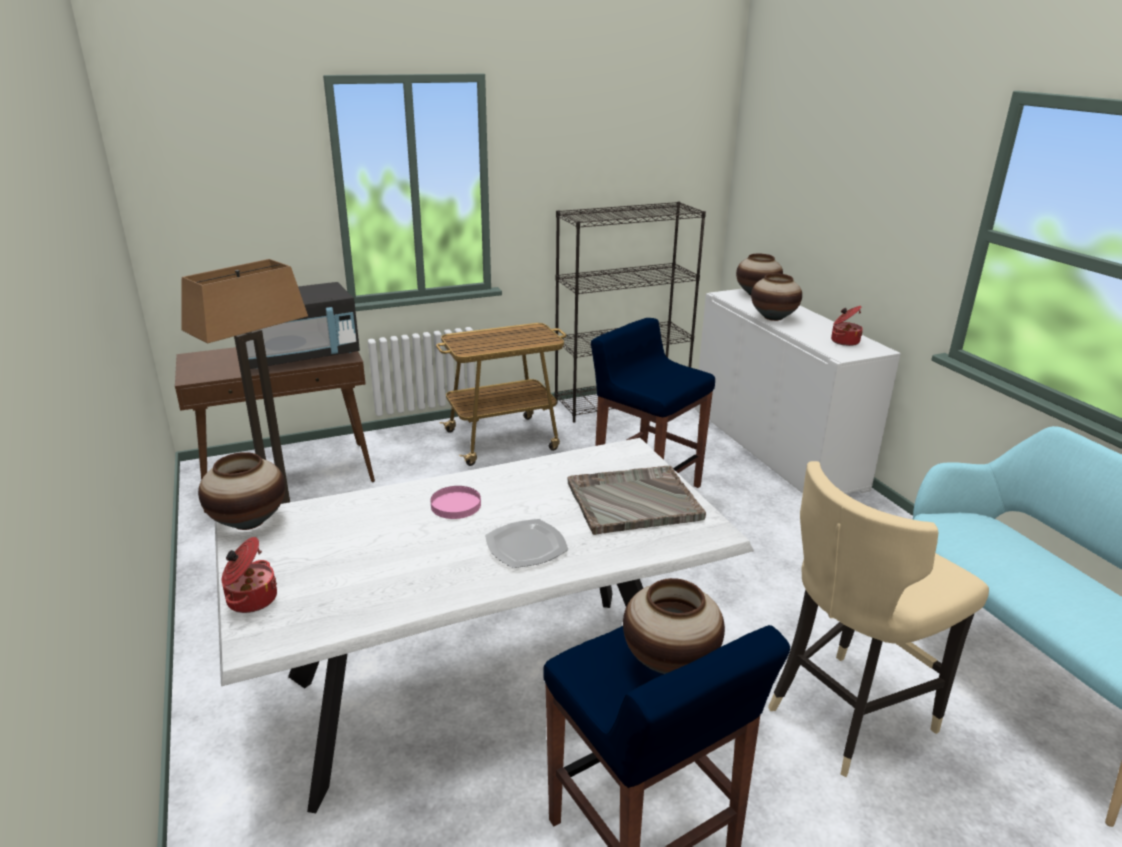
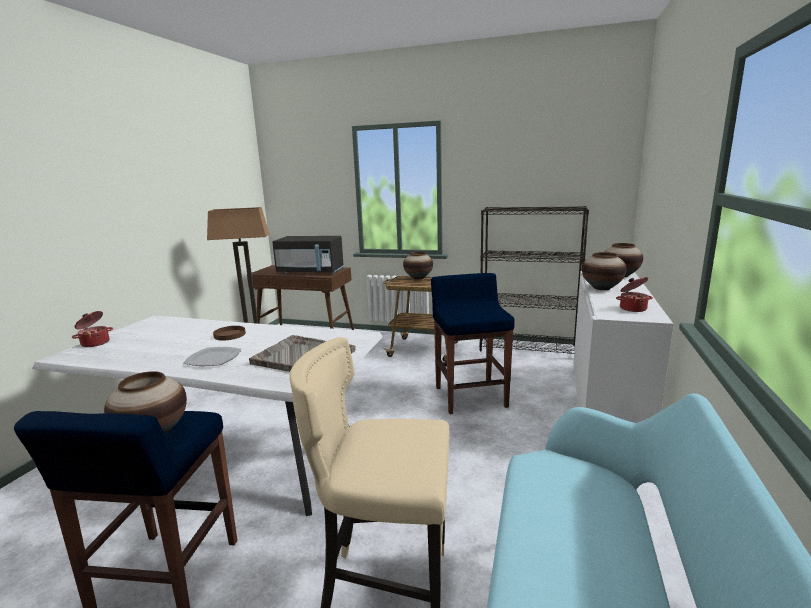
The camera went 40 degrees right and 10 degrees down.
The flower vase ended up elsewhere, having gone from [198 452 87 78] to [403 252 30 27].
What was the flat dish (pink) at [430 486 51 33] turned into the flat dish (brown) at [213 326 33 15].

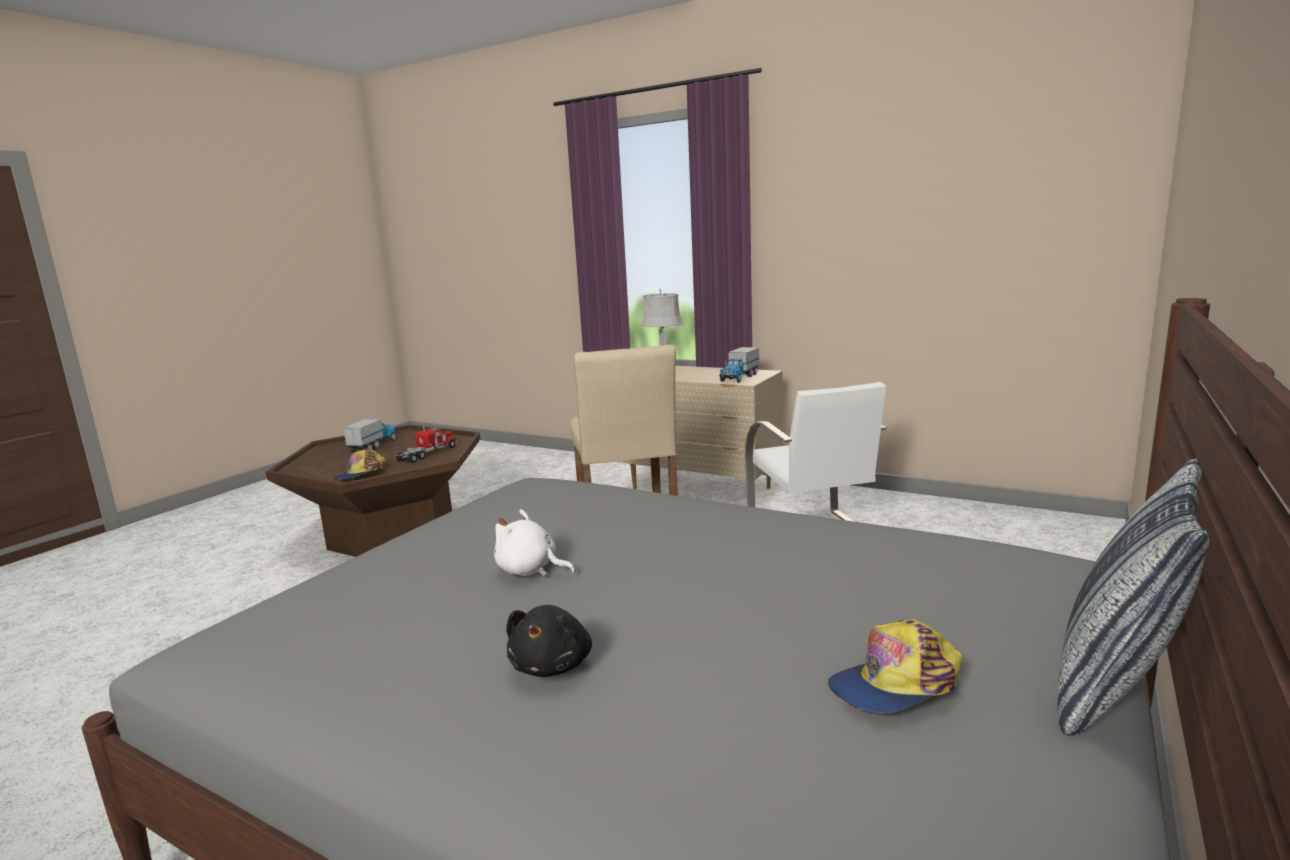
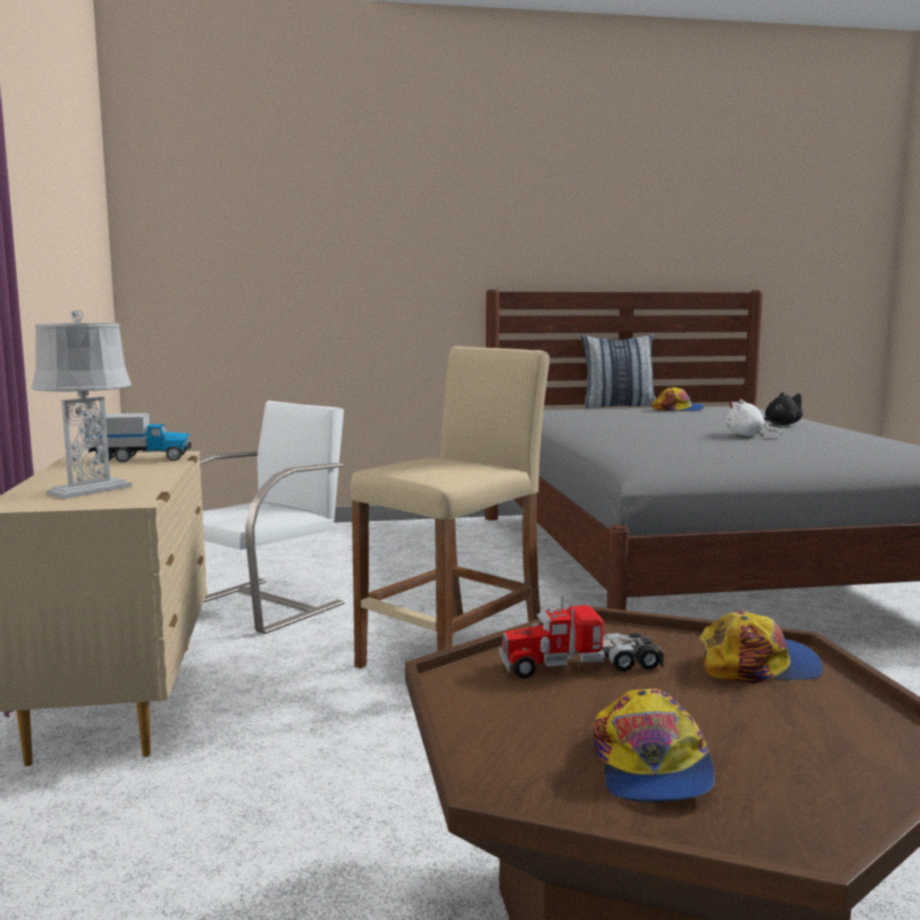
The camera went 130 degrees left and 5 degrees down.
Where the model truck stood at [343 419 53 33], the baseball cap came to stand at [593 689 122 113].
The cuddly toy (white) at [494 509 81 68] ended up facing another way, 135 degrees clockwise from before.

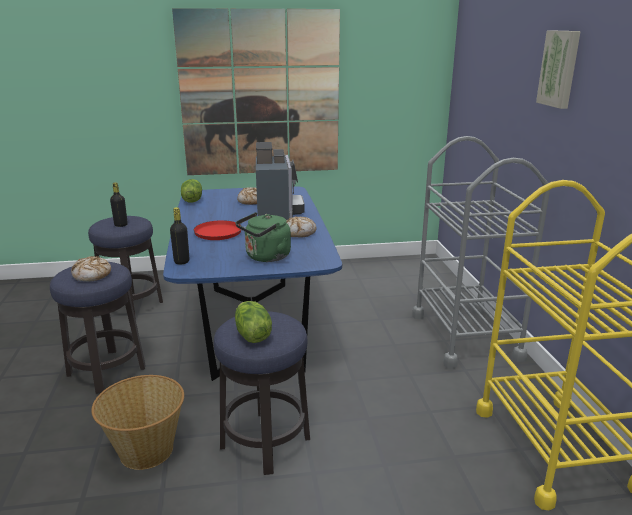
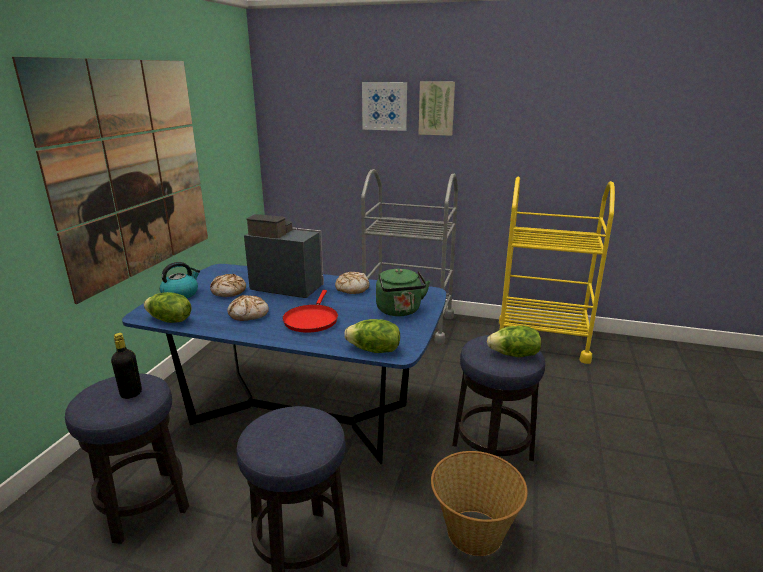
The camera went 65 degrees left and 0 degrees up.
The second view gained the water kettle at [160 262 40 36].
The second view gained the picture at [362 82 45 49].
The baked bread ended up elsewhere, having gone from [71 256 40 26] to [227 295 42 26].
Where the beverage bottle (blackish) stood at [170 207 20 57], the lettuce came to stand at [344 319 56 34].

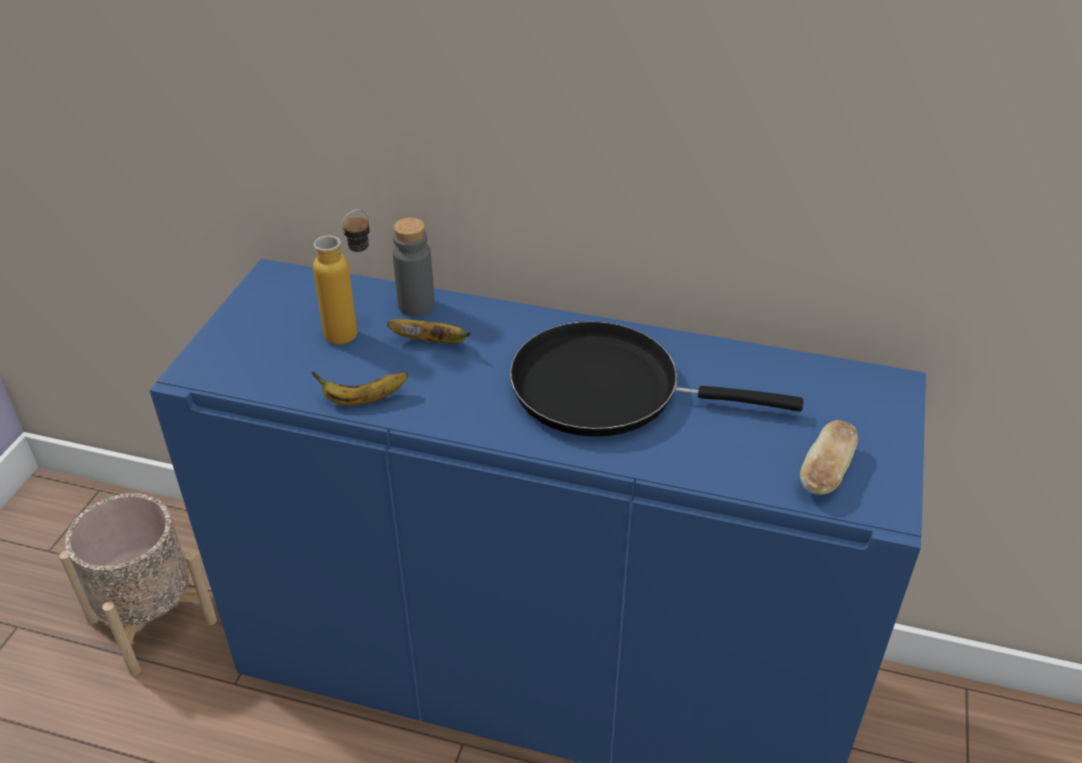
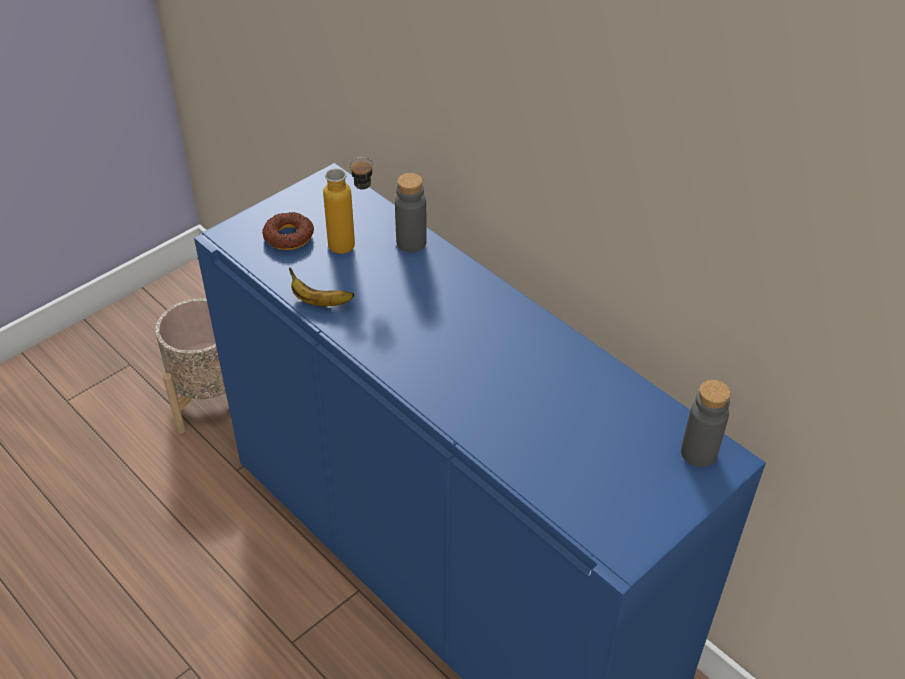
The camera went 30 degrees right and 5 degrees up.
The second view lost the whole banana at [387 319 83 24].
The second view lost the skillet (blackish) at [510 321 293 116].
The second view lost the baked bread at [800 420 58 75].
The second view gained the ring doughnut at [262 212 52 38].
The second view gained the beverage bottle (gray) at [681 380 50 87].

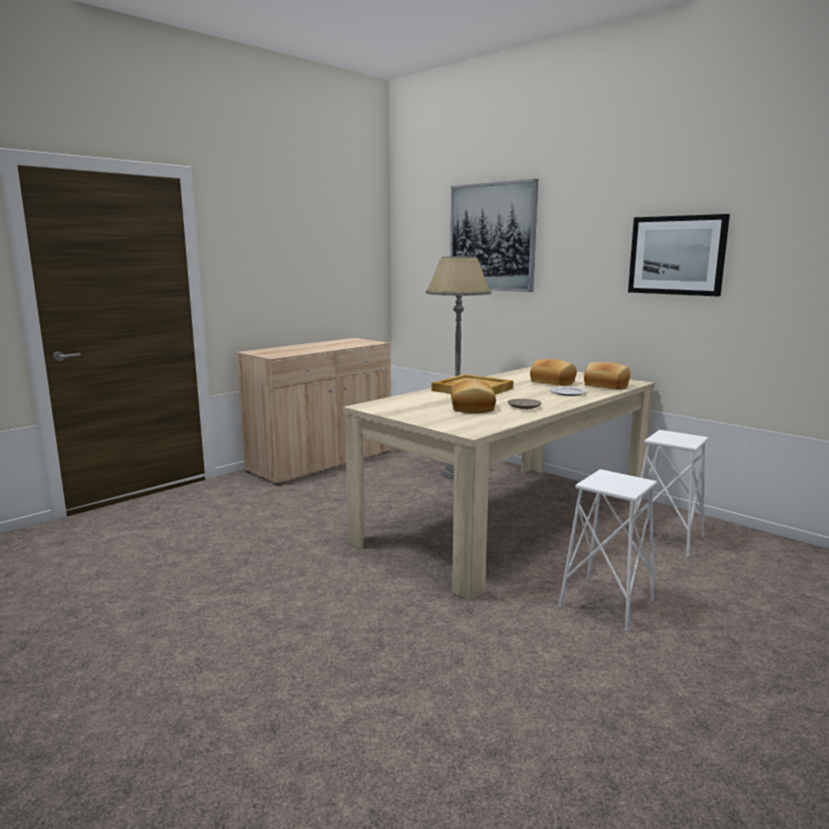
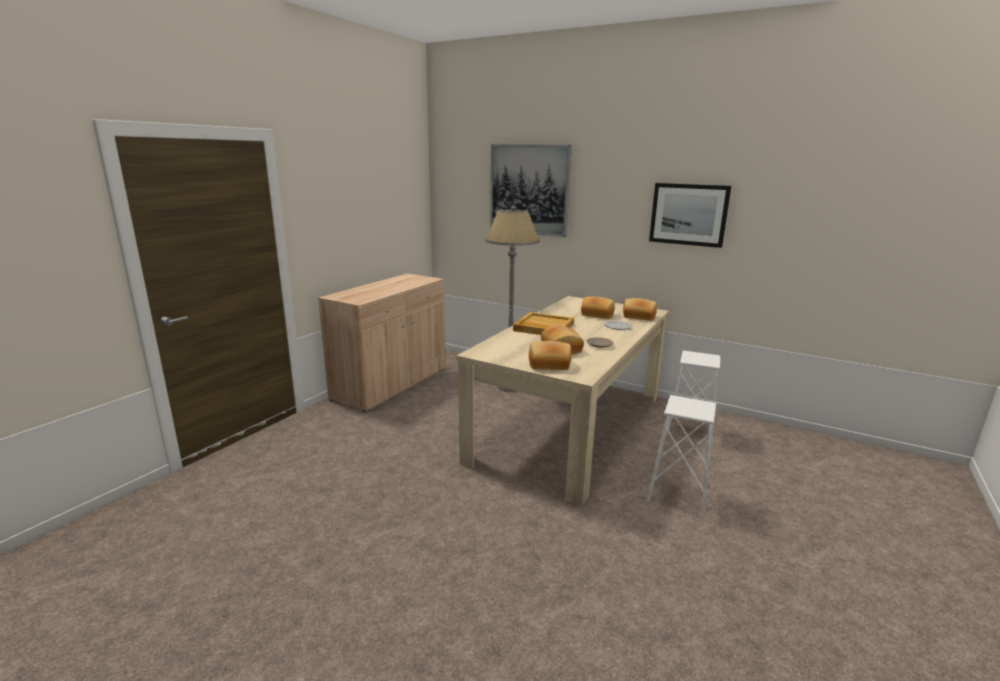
The camera went 15 degrees left and 5 degrees up.
The second view gained the baked bread at [529 341 43 29].

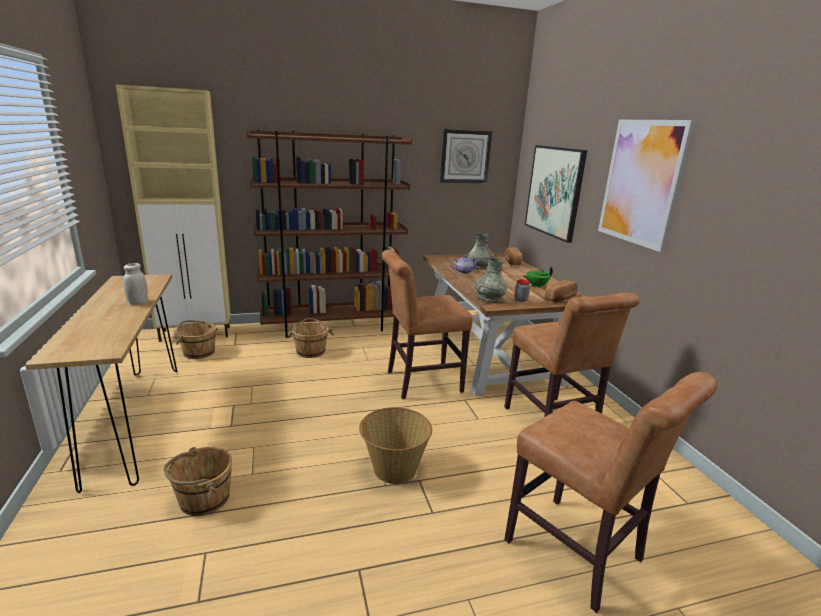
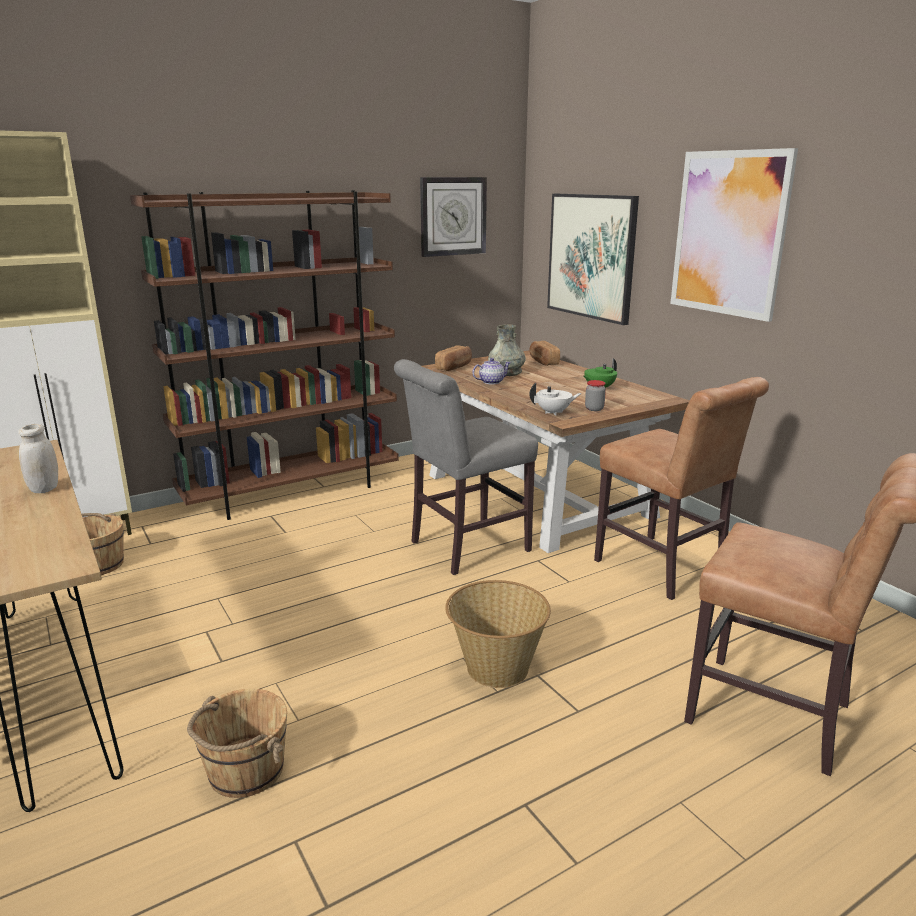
The camera went 15 degrees left and 0 degrees up.
The second view lost the water bucket (brown) at [287 318 47 40].
The baked bread ended up elsewhere, having gone from [545 280 33 22] to [435 345 37 26].
Where the flower vase (gray) stood at [475 258 32 45], the teapot (white) came to stand at [529 383 53 33].
What was the chair (brown) at [382 249 91 150] turned into the chair (gray) at [394 359 144 216].

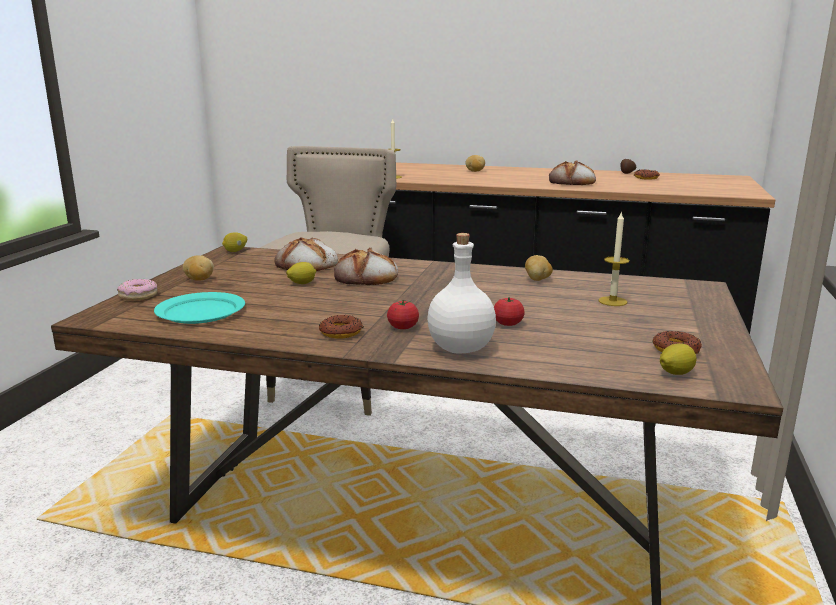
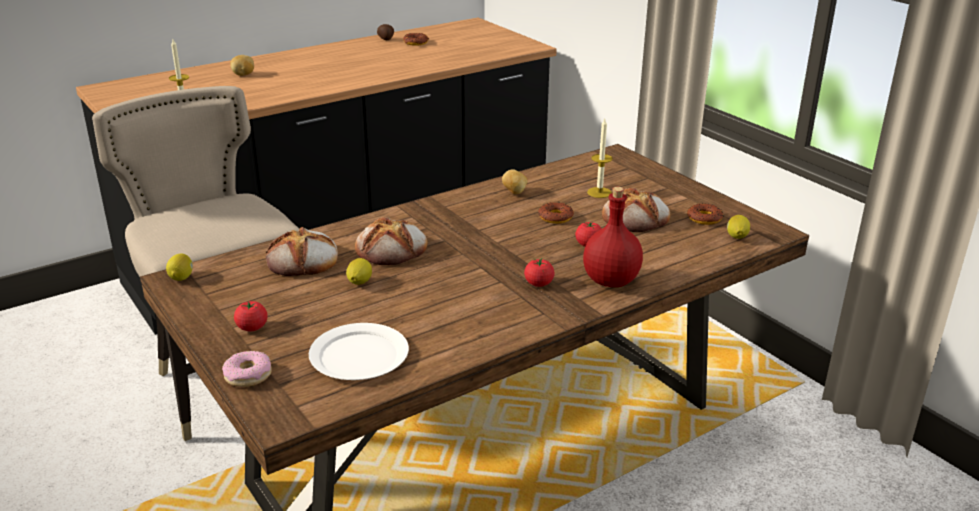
The camera went 50 degrees left and 10 degrees up.
The ring doughnut ended up elsewhere, having gone from [319 315 45 24] to [538 202 36 22].
The baked bread ended up elsewhere, having gone from [549 161 47 24] to [602 188 68 44].
Where the potato stood at [183 255 31 26], the whole tomato came to stand at [234 301 34 31].
What was the flat dish (blue-green) at [154 292 91 32] turned into the flat dish (white) at [309 323 100 57].
What was the beverage bottle (white) at [428 233 68 121] turned into the beverage bottle (red) at [583 187 60 100].

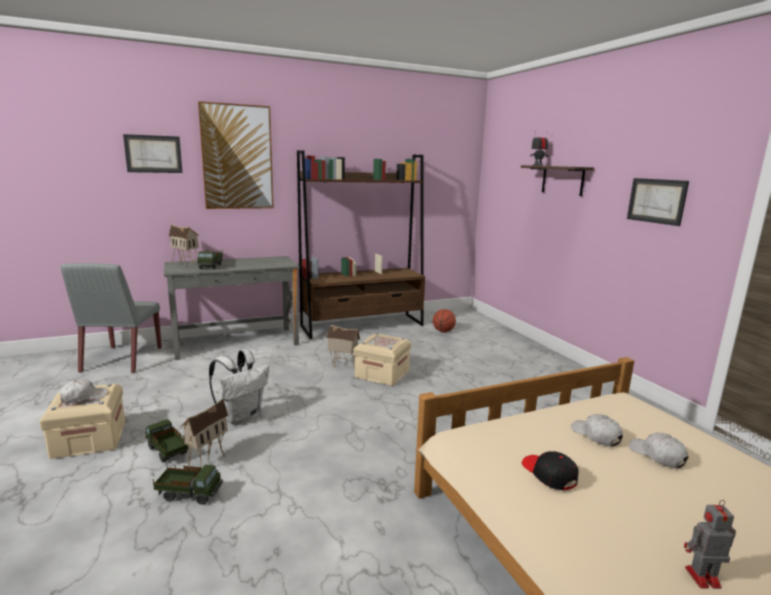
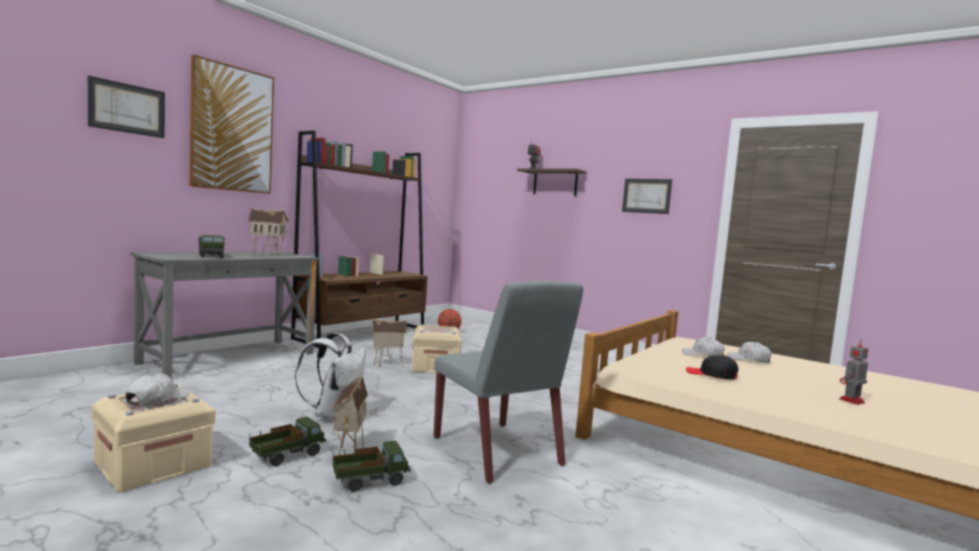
The camera went 30 degrees left and 10 degrees down.
The chair (gray) ended up elsewhere, having gone from [61 263 101 110] to [434 281 149 203].
The miniature house ended up elsewhere, having gone from [169 224 30 43] to [248 208 41 48].
The model truck at [145 419 44 43] ended up facing another way, 120 degrees clockwise from before.

